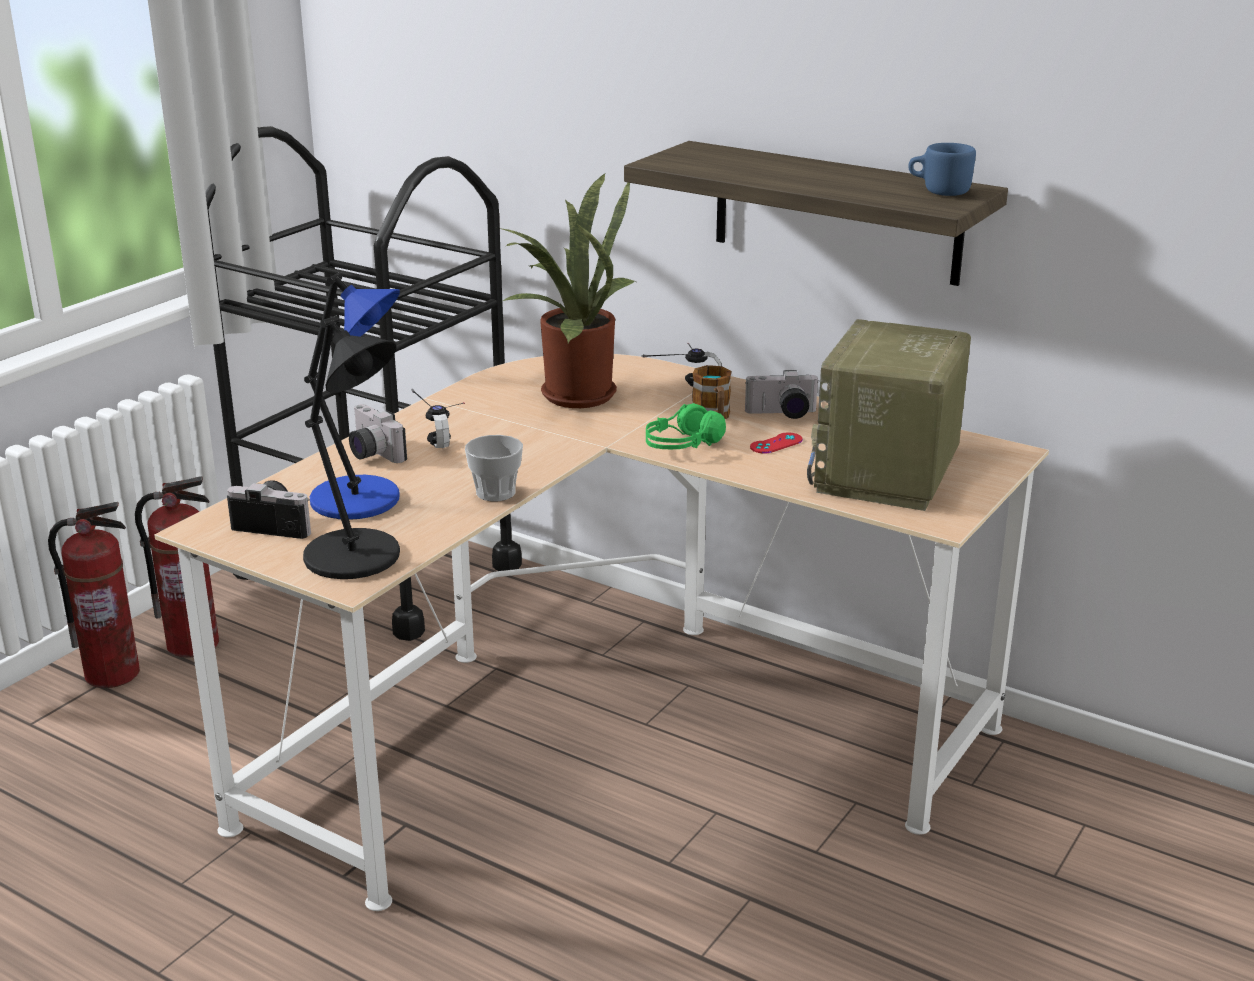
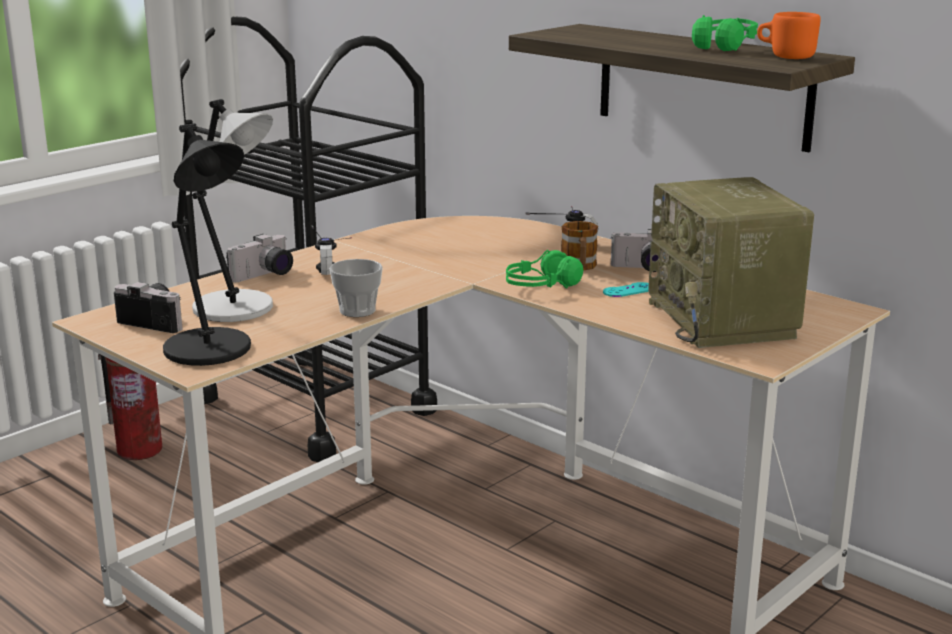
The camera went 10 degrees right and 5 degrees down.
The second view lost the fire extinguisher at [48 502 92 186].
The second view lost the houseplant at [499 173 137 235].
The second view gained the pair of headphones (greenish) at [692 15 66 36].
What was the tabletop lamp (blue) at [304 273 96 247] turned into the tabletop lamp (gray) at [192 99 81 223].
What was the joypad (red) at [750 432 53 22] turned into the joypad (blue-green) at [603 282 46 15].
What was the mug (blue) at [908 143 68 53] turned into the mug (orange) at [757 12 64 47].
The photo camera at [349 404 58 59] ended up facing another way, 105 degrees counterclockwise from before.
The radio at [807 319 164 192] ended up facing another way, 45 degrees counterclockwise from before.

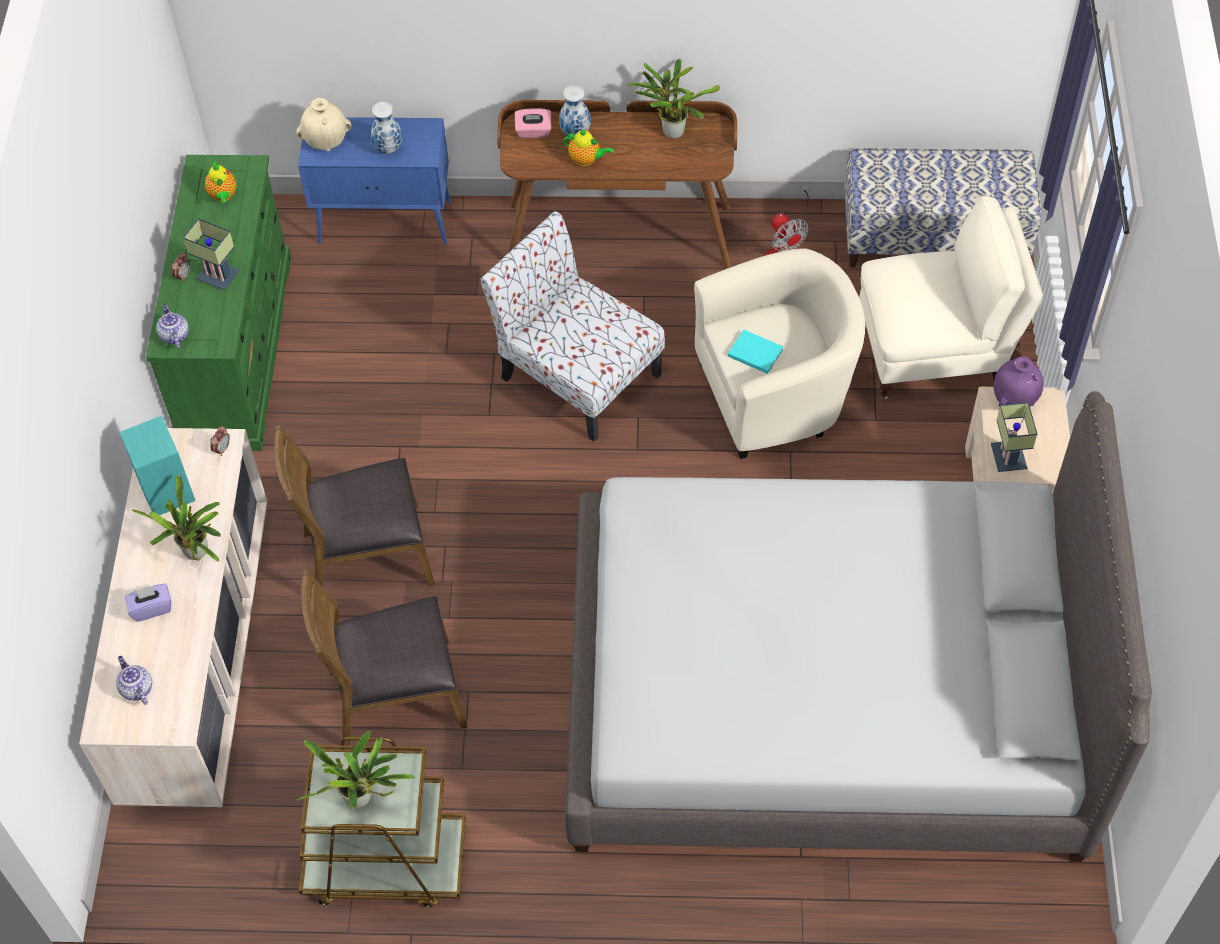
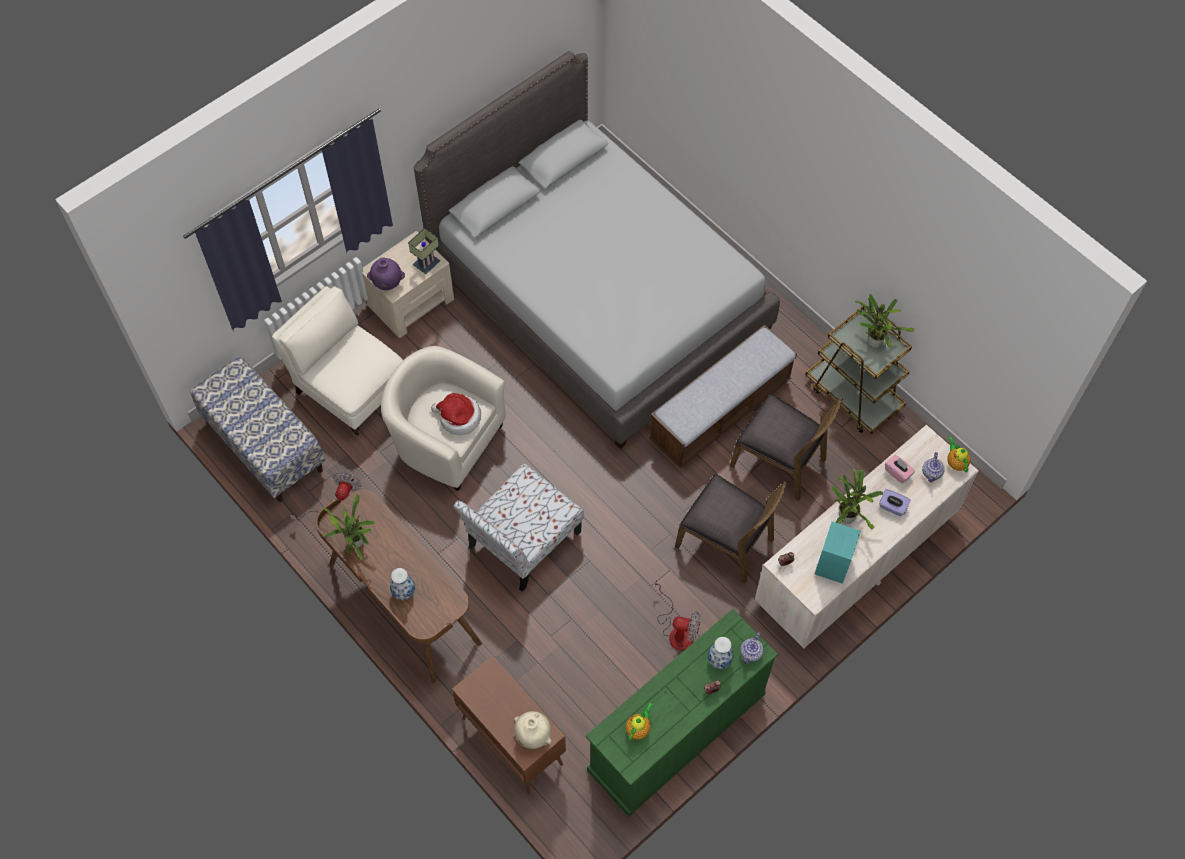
The camera went 135 degrees left and 5 degrees up.
The second view lost the tabletop lamp at [183 218 57 72].
The second view gained the long seat at [649 325 148 143].
The second view gained the cooling fan at [655 579 46 72].
The flower vase ended up elsewhere, having gone from [371 102 32 52] to [708 637 25 32].
The tissue box (pink) ended up elsewhere, having gone from [515 108 36 30] to [885 455 30 28].
The teapot ended up elsewhere, having gone from [563 129 51 37] to [947 436 24 36].
Where the volume (blue-green) stood at [728 330 55 44], the wearable hat came to stand at [431 393 50 42].
What was the cupboard (blue) at [298 117 153 128] turned into the cupboard (brown) at [452 656 114 139].
The chair at [480 211 185 231] ended up facing another way, 45 degrees clockwise from before.

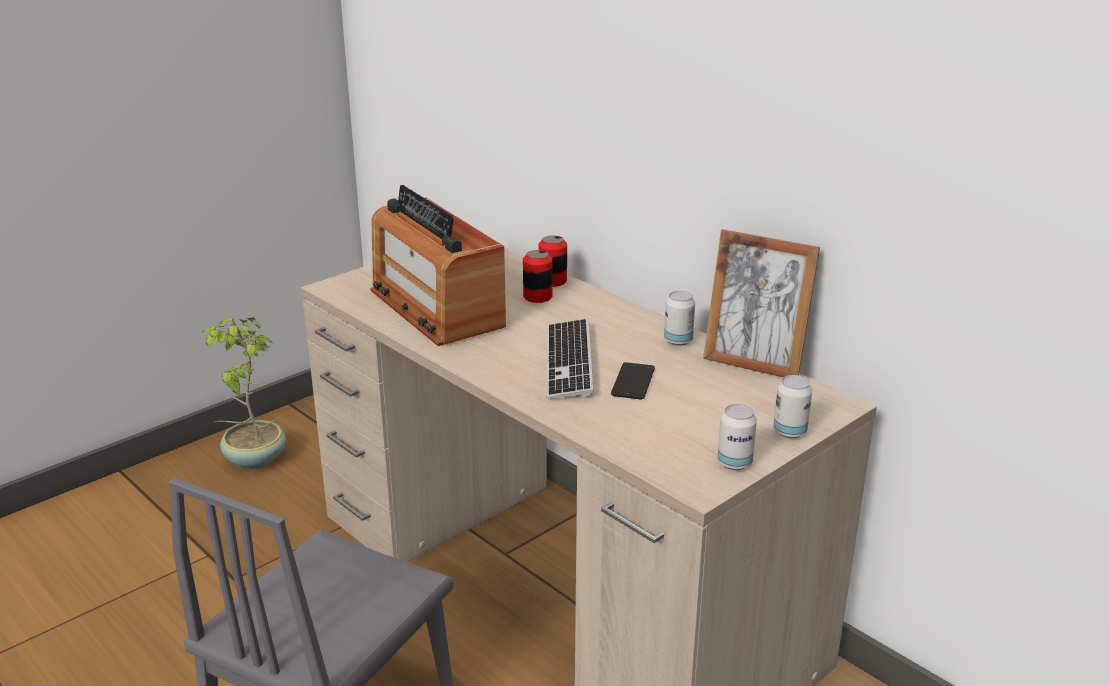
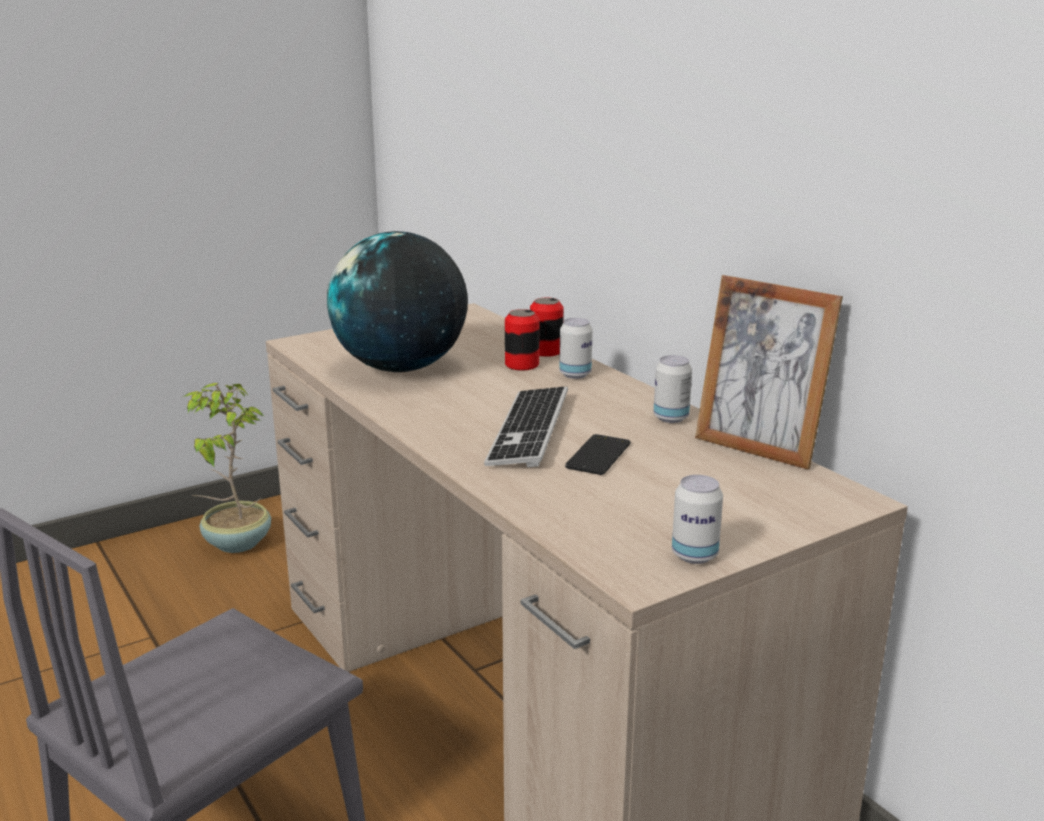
The camera went 10 degrees right and 5 degrees down.
The metal can ended up elsewhere, having gone from [773 375 39 64] to [559 318 34 61].
Where the radio stood at [370 185 136 161], the globe came to stand at [327 231 141 141].

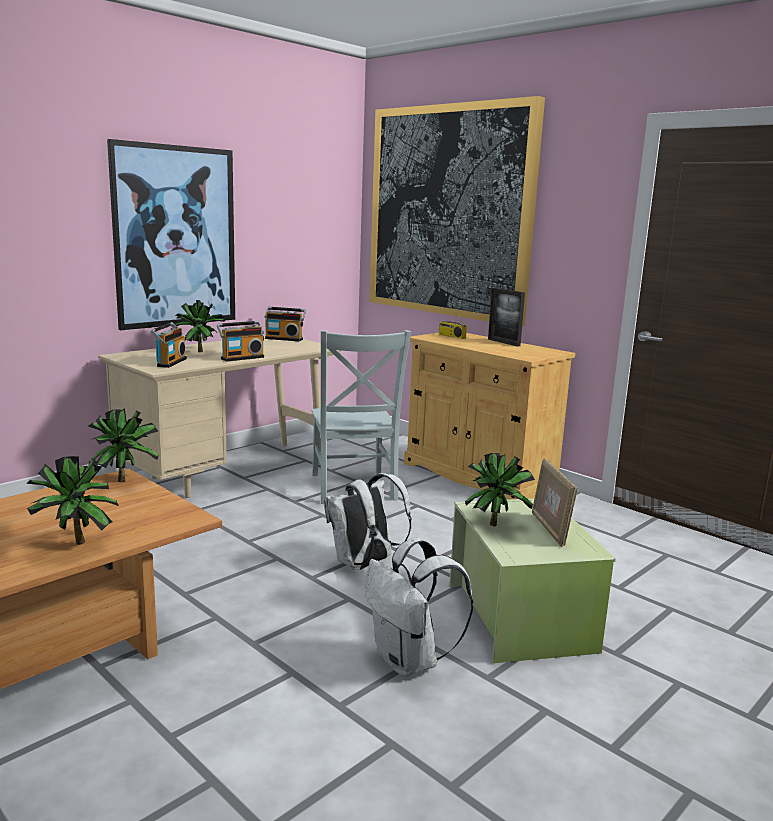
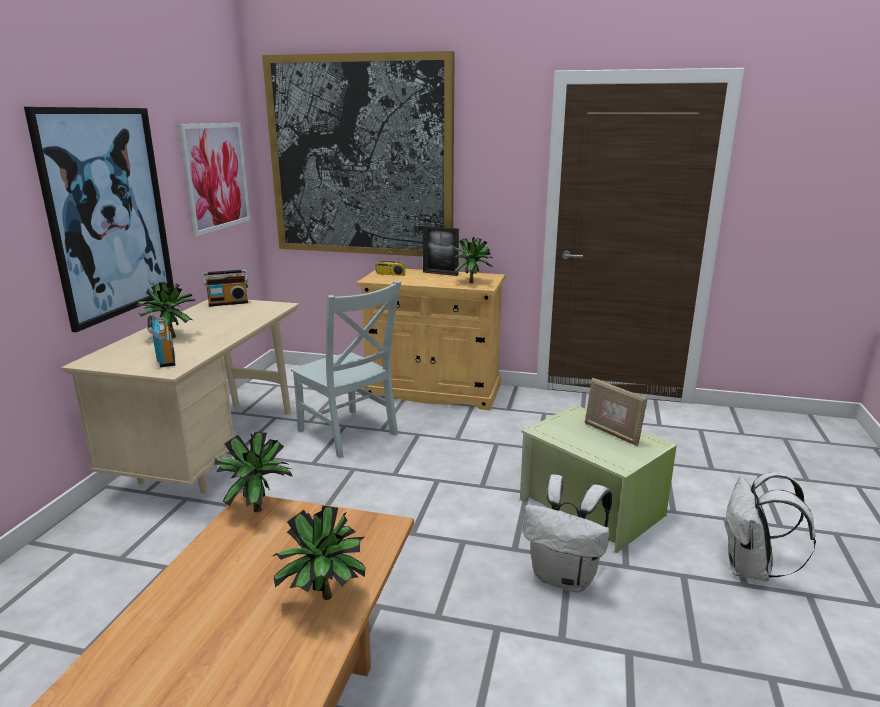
The camera went 30 degrees left and 5 degrees up.
The second view lost the radio at [217 321 47 40].
The second view gained the picture at [179 123 71 113].
The backpack (white) ended up elsewhere, having gone from [324 473 88 97] to [725 472 91 109].
The houseplant ended up elsewhere, having gone from [465 453 70 73] to [452 237 41 46].

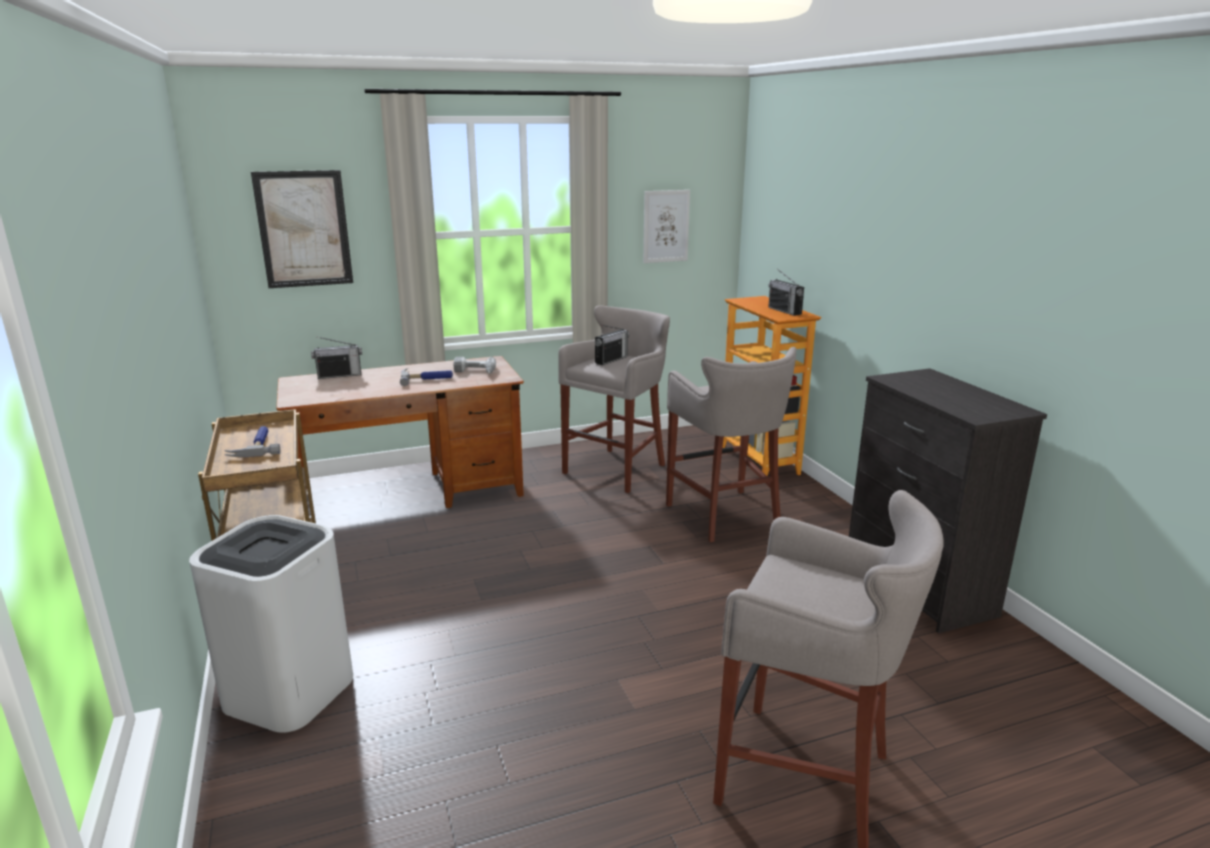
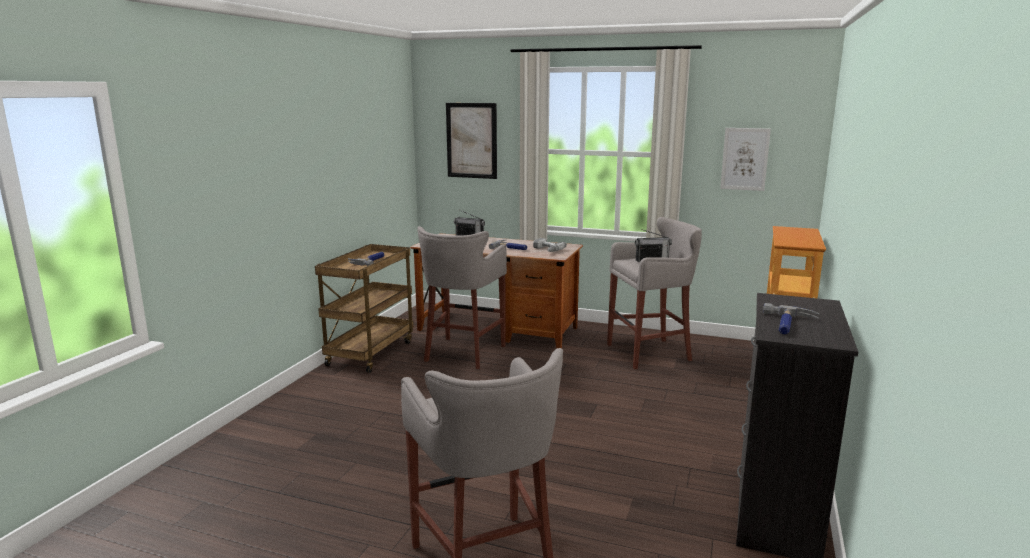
The camera went 40 degrees right and 5 degrees down.
The second view lost the waste bin (white) at [189 515 164 218].
The second view lost the radio at [768 269 36 47].
The second view gained the hammer at [763 303 57 31].
The stool seat (gray) ended up elsewhere, having gone from [666 347 130 195] to [417 226 90 143].

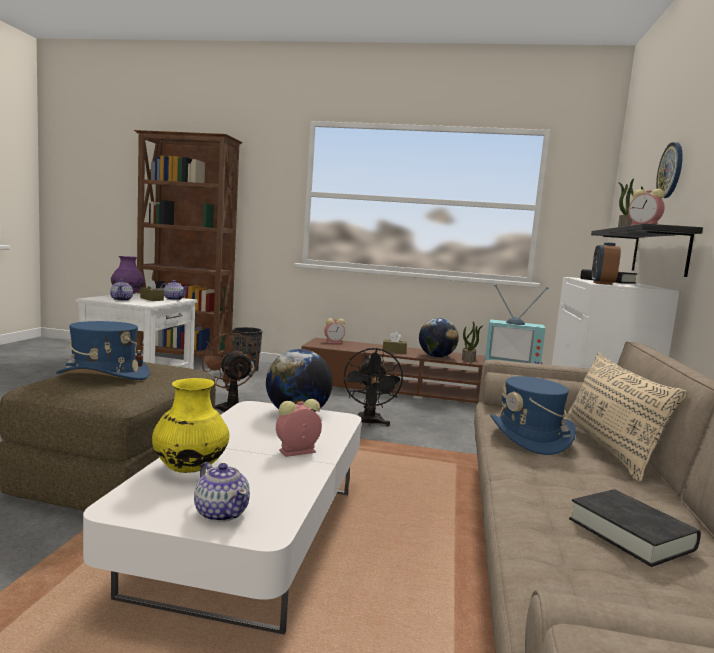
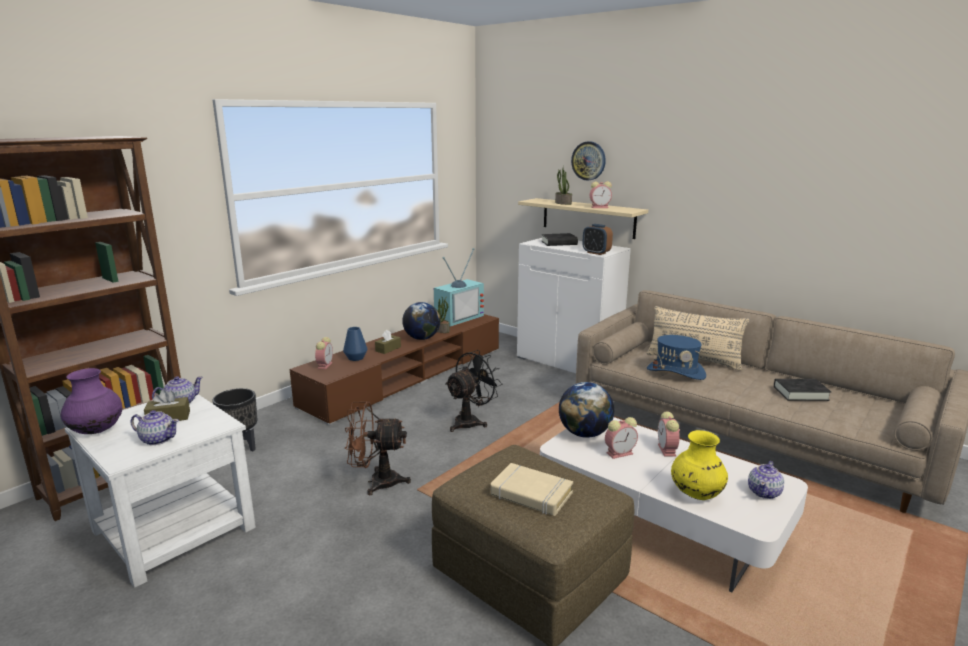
The camera went 60 degrees left and 10 degrees up.
The second view gained the flower vase (blue) at [343 327 24 34].
The second view gained the alarm clock at [605 417 33 42].
Where the wearable hat (blue) stood at [56 321 94 59], the volume (beige) came to stand at [491 463 82 53].
What was the wall shelf (blackish) at [591 224 112 53] turned into the wall shelf (beige) at [518 198 130 41].
The teapot at [194 462 56 60] ended up facing another way, 135 degrees clockwise from before.
The cooling fan (blackish) at [344 348 60 78] ended up facing another way, 75 degrees counterclockwise from before.

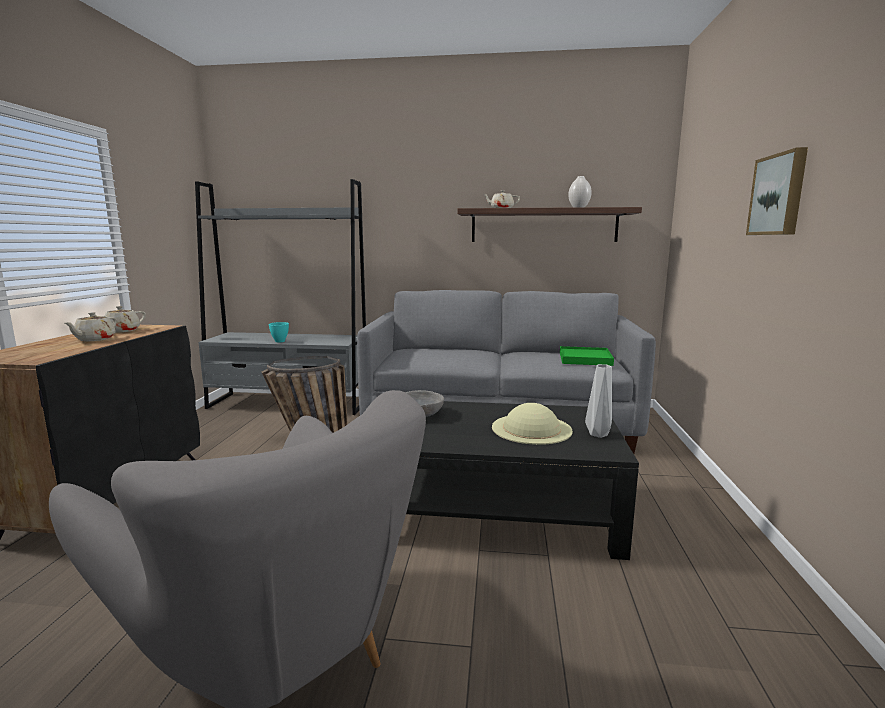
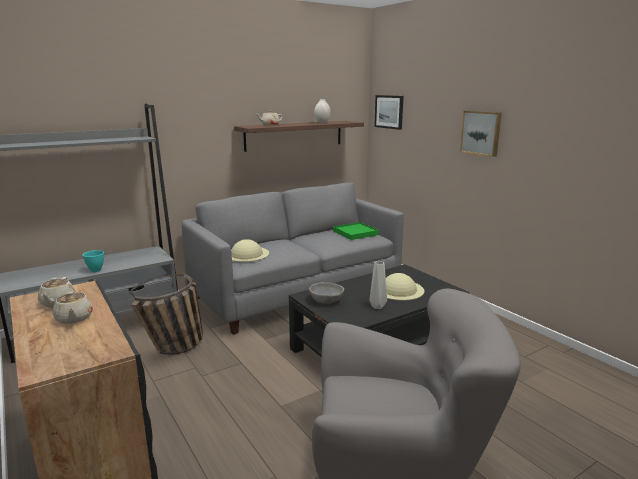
The camera went 40 degrees left and 5 degrees up.
The second view gained the wearable hat (beige) at [231 239 38 23].
The second view gained the picture at [374 95 30 35].
The flower vase (gray) ended up elsewhere, having gone from [585 364 27 74] to [369 261 18 48].

